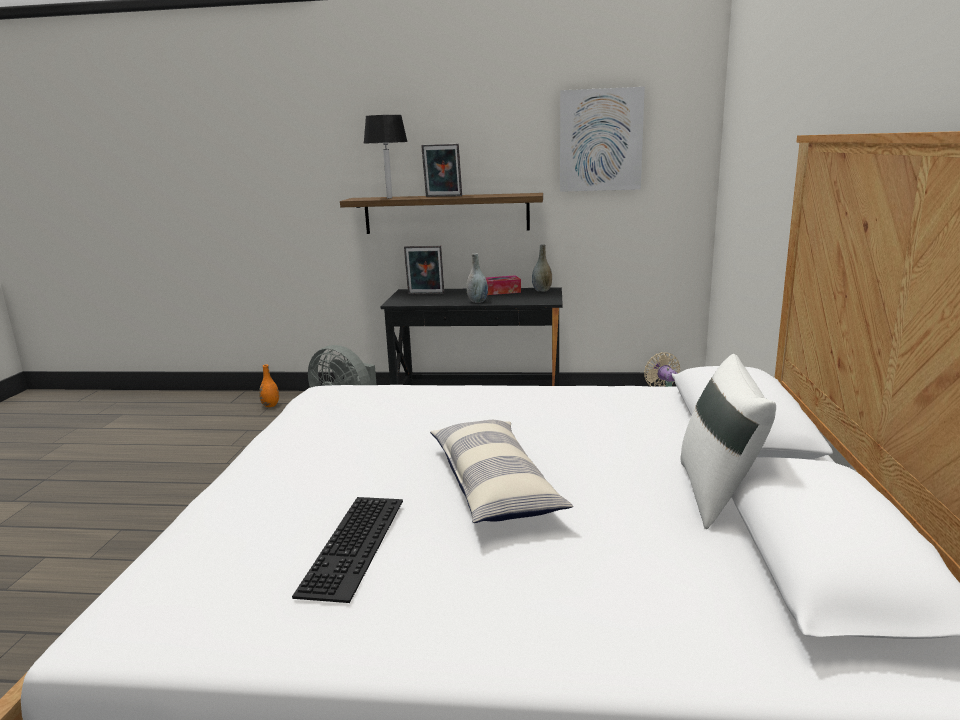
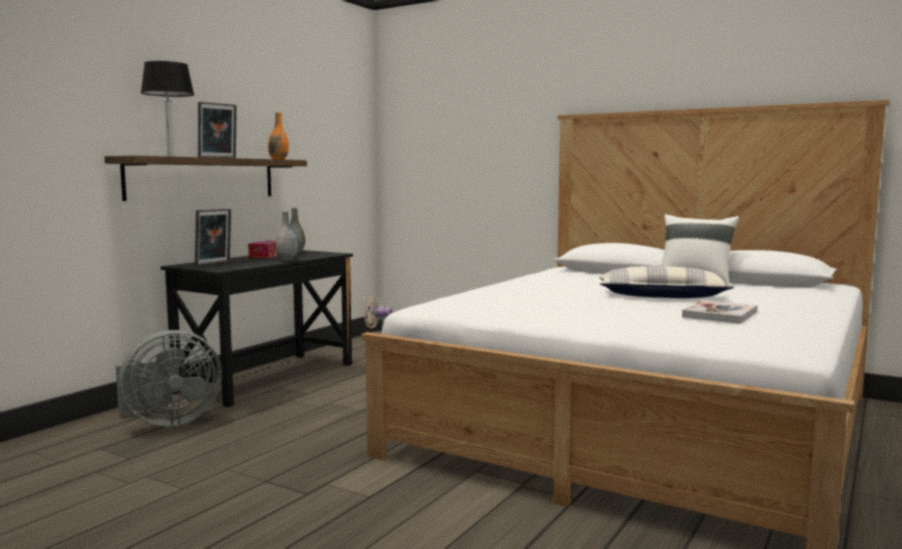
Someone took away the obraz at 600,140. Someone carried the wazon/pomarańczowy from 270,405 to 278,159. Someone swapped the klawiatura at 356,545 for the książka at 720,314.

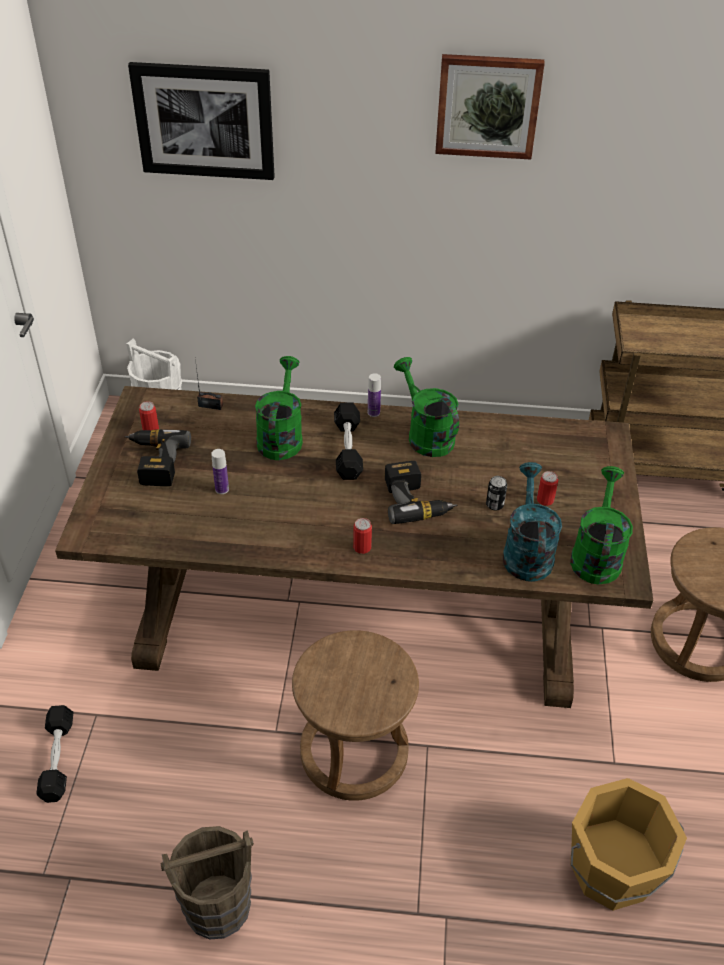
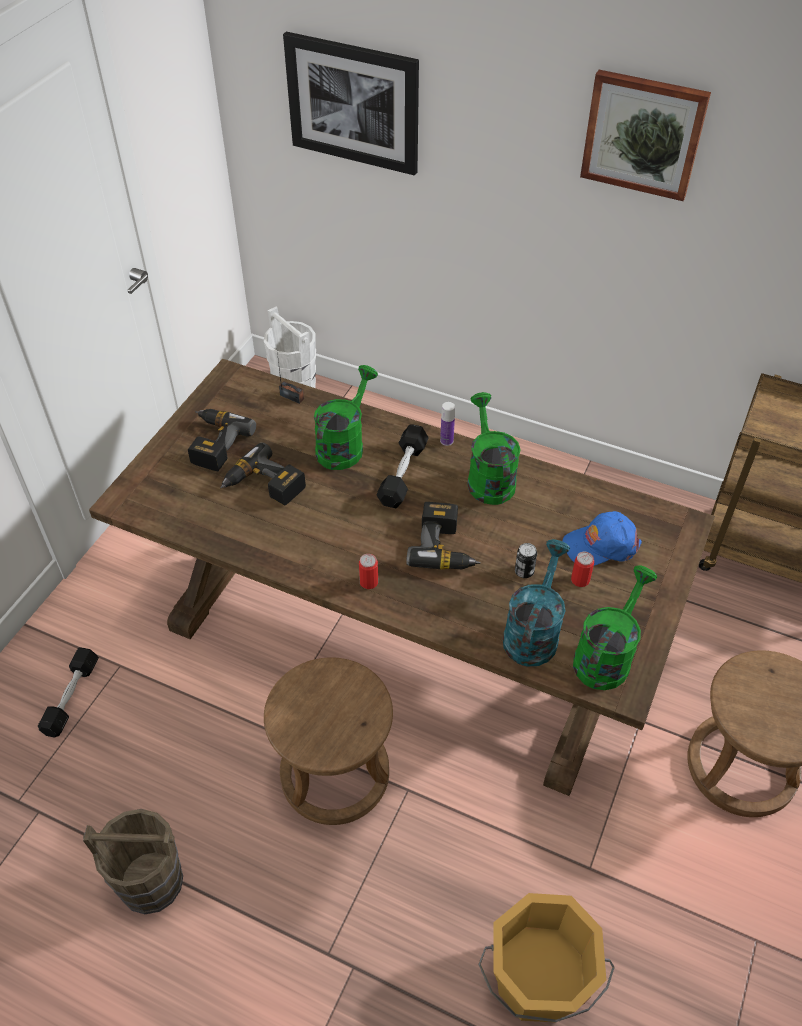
Someone took away the puszka at 150,429. Someone swapped the butelka at 222,489 for the wiertarka at 263,486. Someone put down the czapka z daszkiem/niebieski at 600,545.

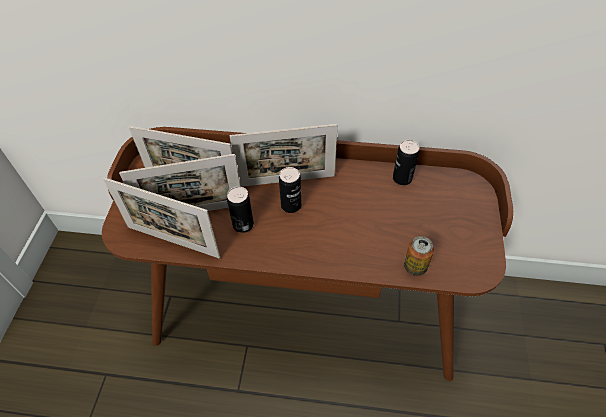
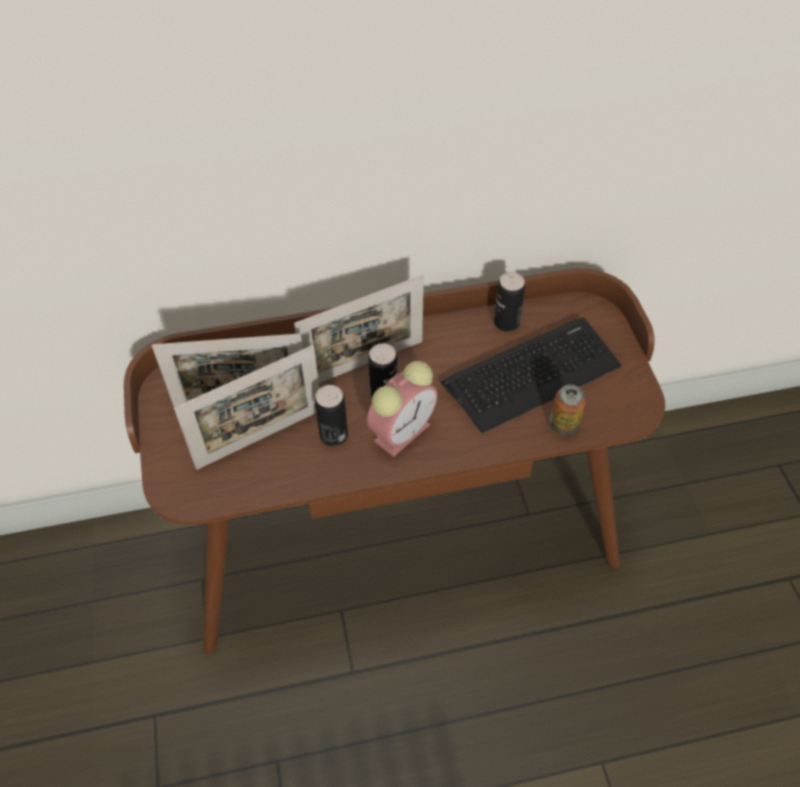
Someone took away the ramka na zdjęcie at 173,242. Someone put down the klawiatura at 532,374. Someone put down the budzik at 403,430.

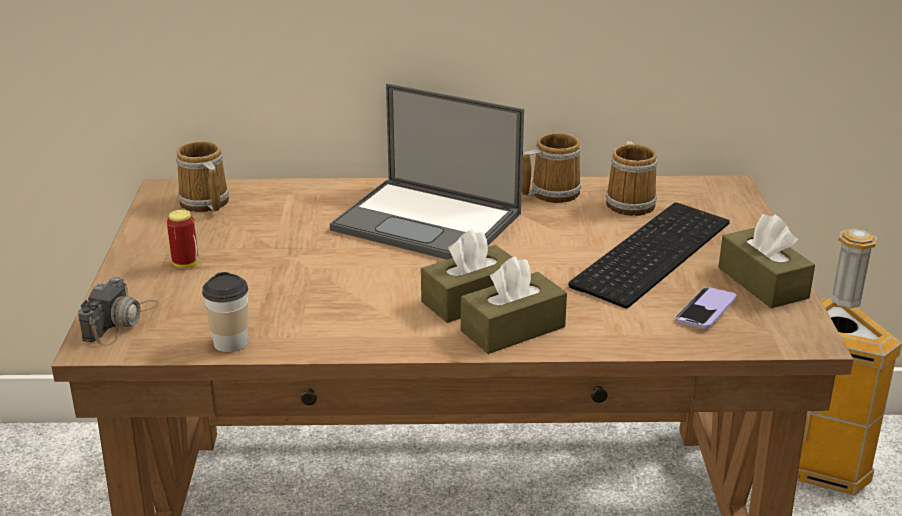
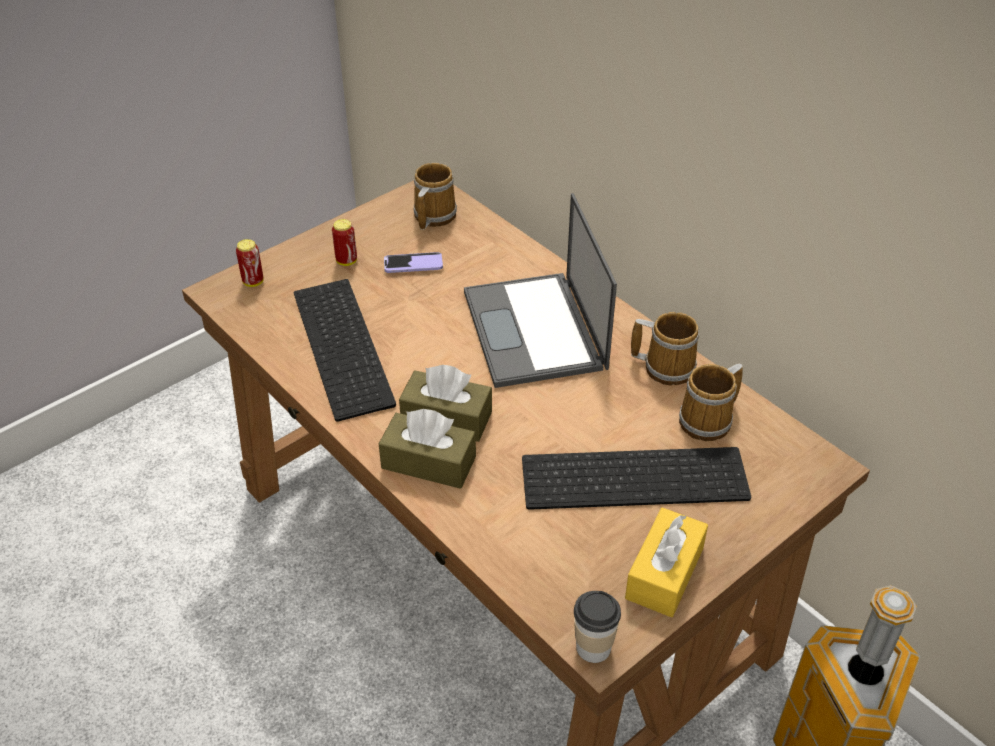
Someone repainted the pudełko chusteczek/brązowy at 762,283, which became the pudełko chusteczek/żółty at 664,573. Someone carried the filiżanka from 230,343 to 593,648. Someone swapped the aparat fotograficzny at 121,321 for the puszka at 253,282. Someone carried the telefon from 706,310 to 413,264. Someone put down the klawiatura at 346,348.

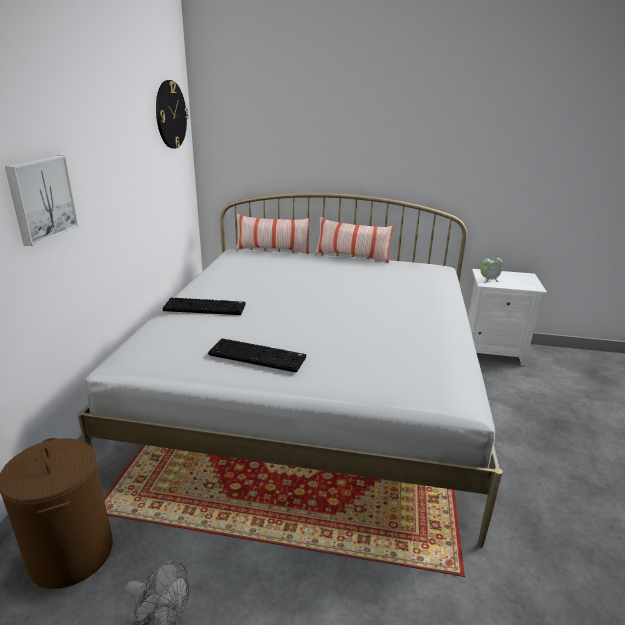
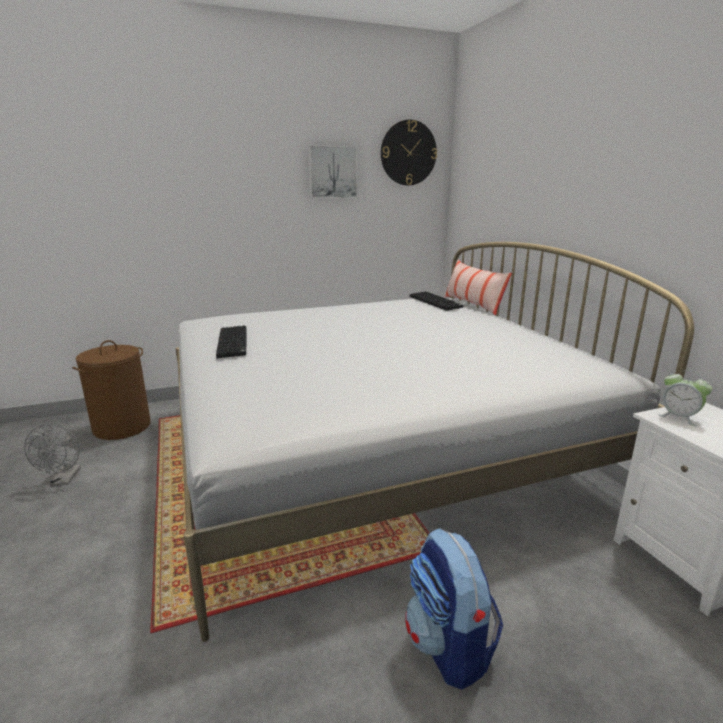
Someone carried the obraz from 41,199 to 332,172. Someone took away the poduszka at 352,256. Someone carried the klawiatura from 206,307 to 436,302. Someone put down the plecak at 449,646.

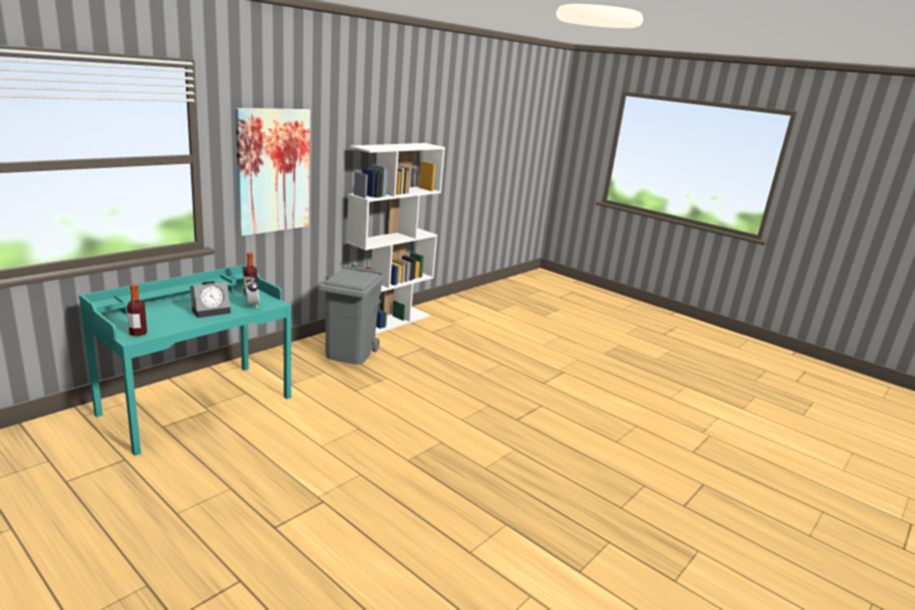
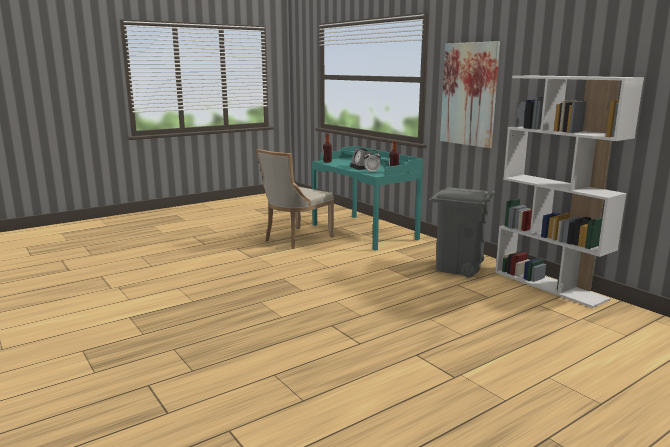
Someone put down the krzesło/beżowy at 295,239.

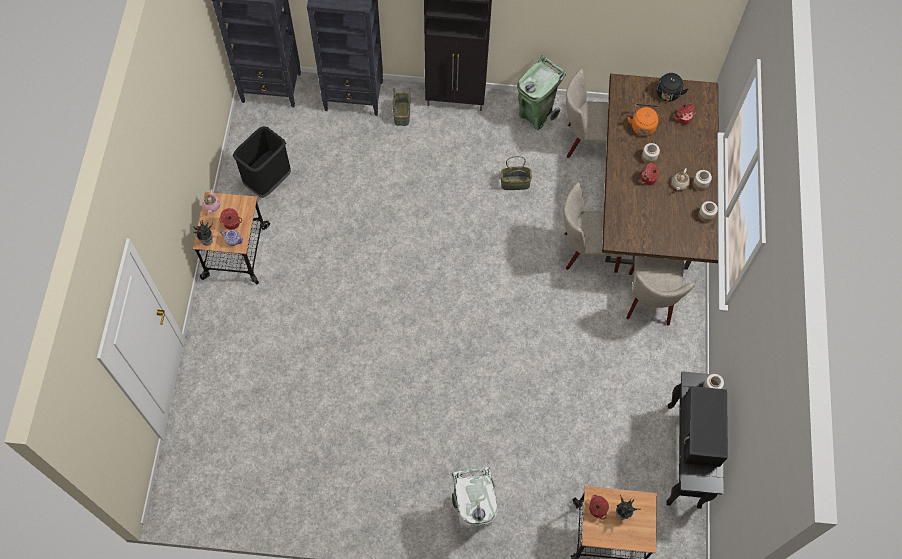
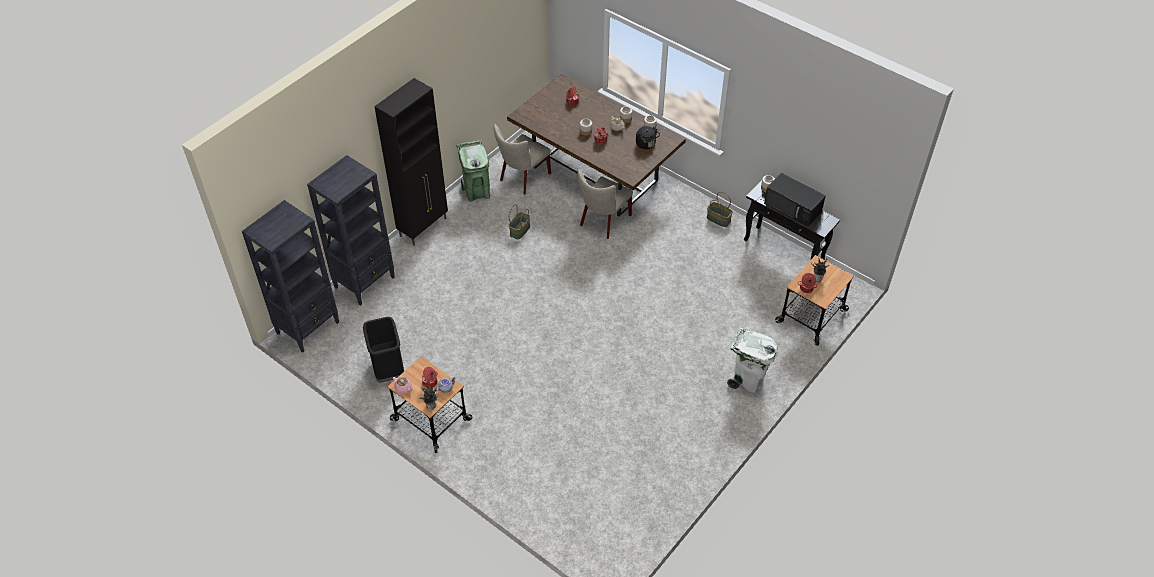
Someone carried the czajnik/czarny from 667,94 to 646,144. Someone carried the koszyk from 402,114 to 719,219. Someone took away the czajnik/pomarańczowy at 642,125. Someone took away the krzesło/beżowy at 649,302.

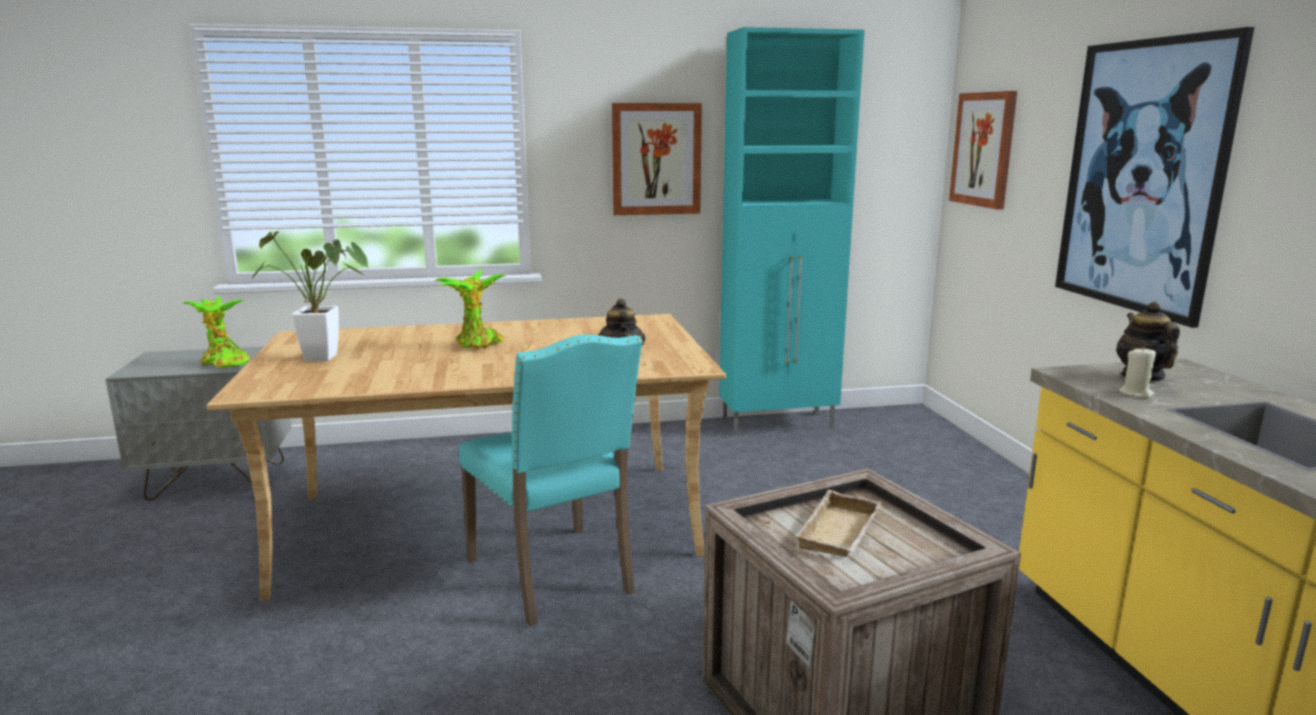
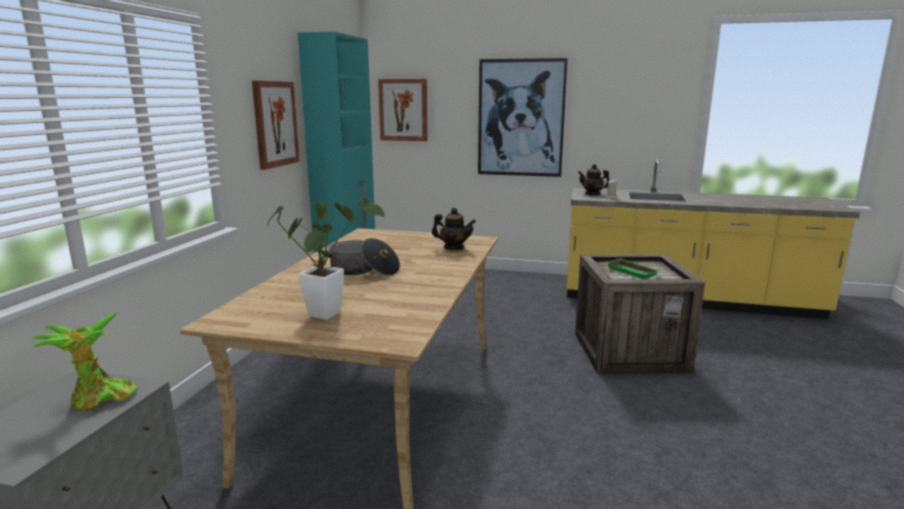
Someone swapped the roślina doniczkowa at 478,345 for the garnek at 363,270. Someone took away the krzesło/turkusowy at 554,576. Someone repainted the taca/beżowy at 841,533, which became the taca/zielony at 633,272.

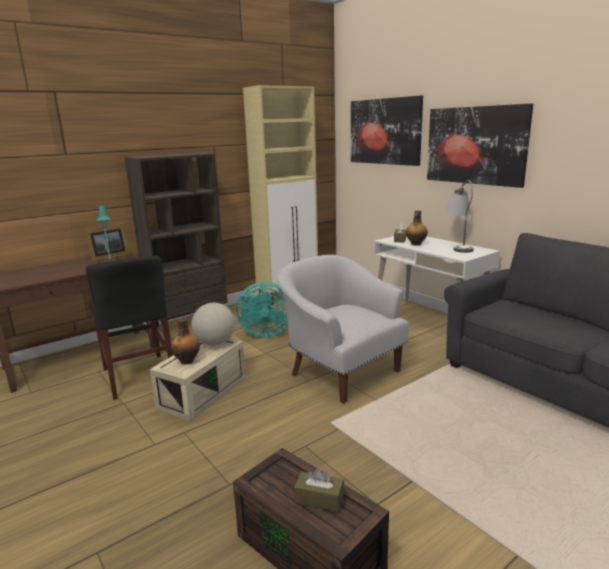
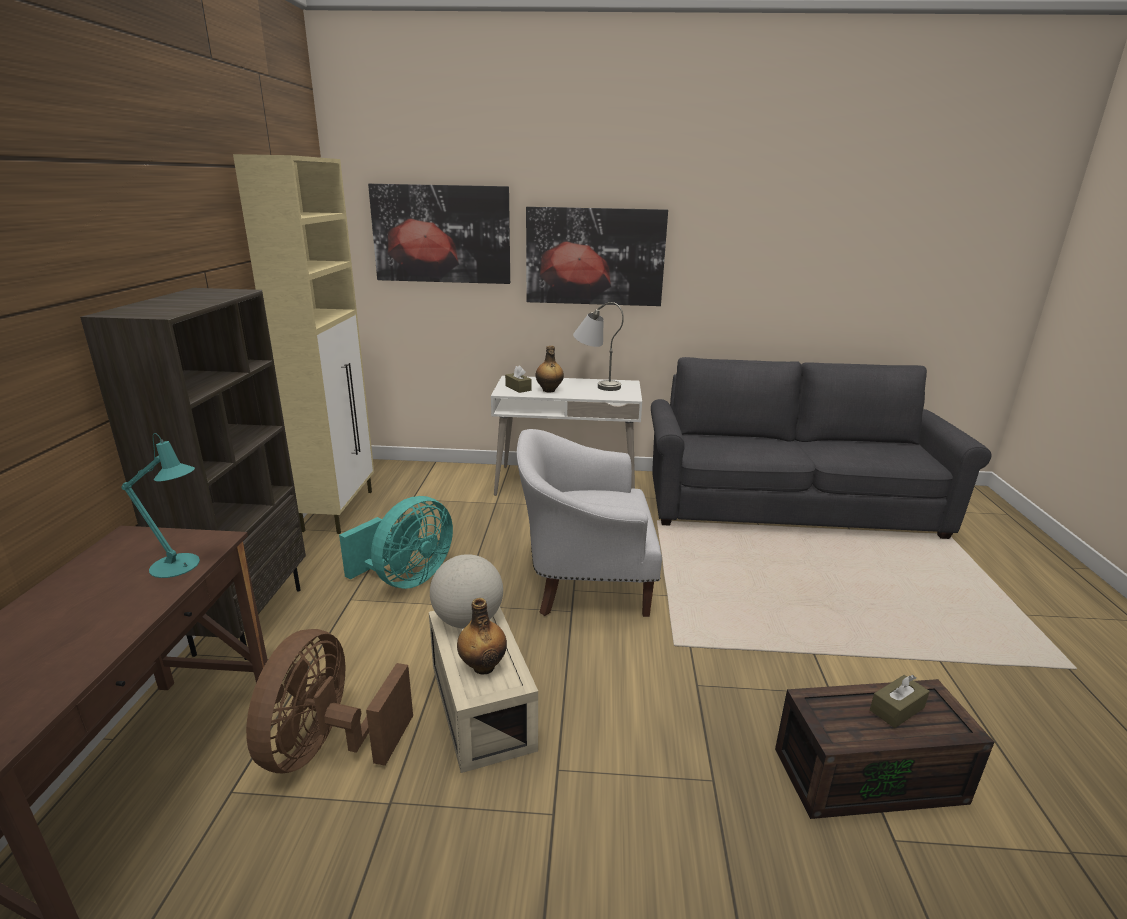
Someone took away the ramka na zdjęcie at 108,258. Someone swapped the krzesło/czarny at 139,375 for the wentylator/brązowy at 328,748.

